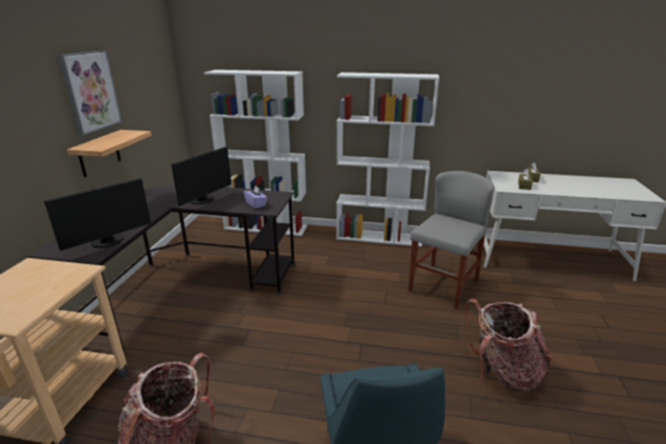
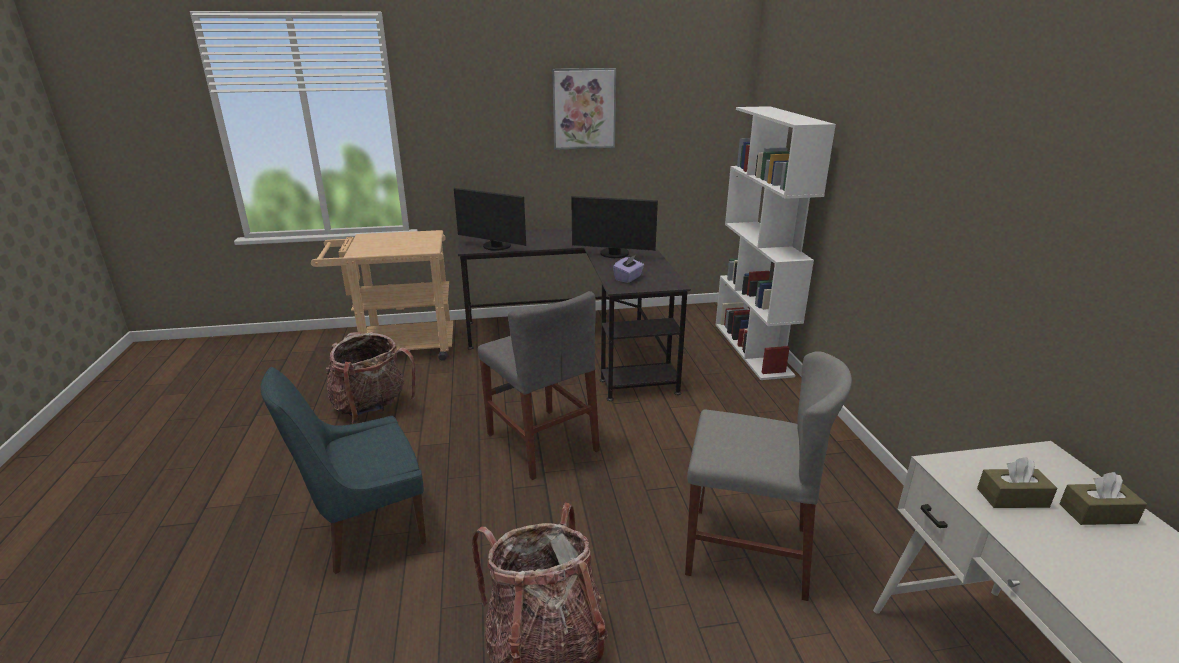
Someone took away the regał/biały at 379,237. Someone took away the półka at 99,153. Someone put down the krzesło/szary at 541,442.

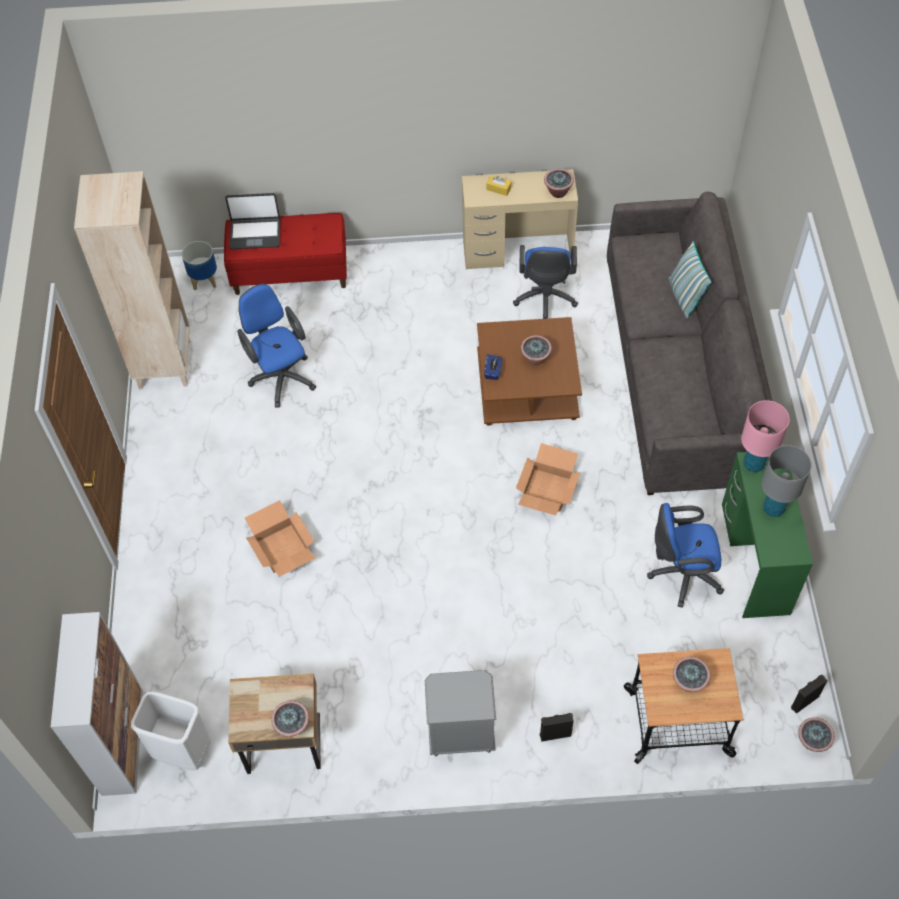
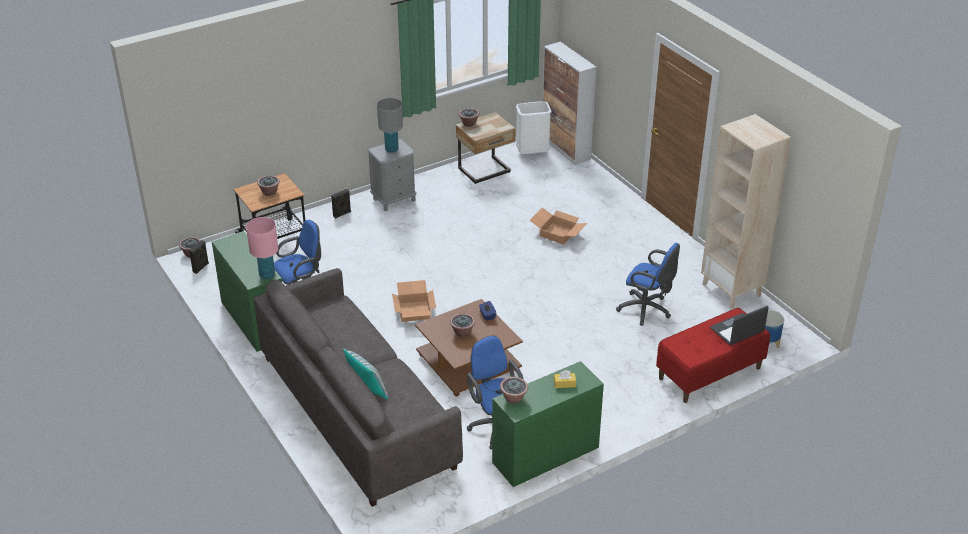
Someone repainted the biurko/beżowy at 517,251, which became the biurko/zielony at 545,455. Someone carried the lampa stołowa/szary from 773,508 to 391,150.

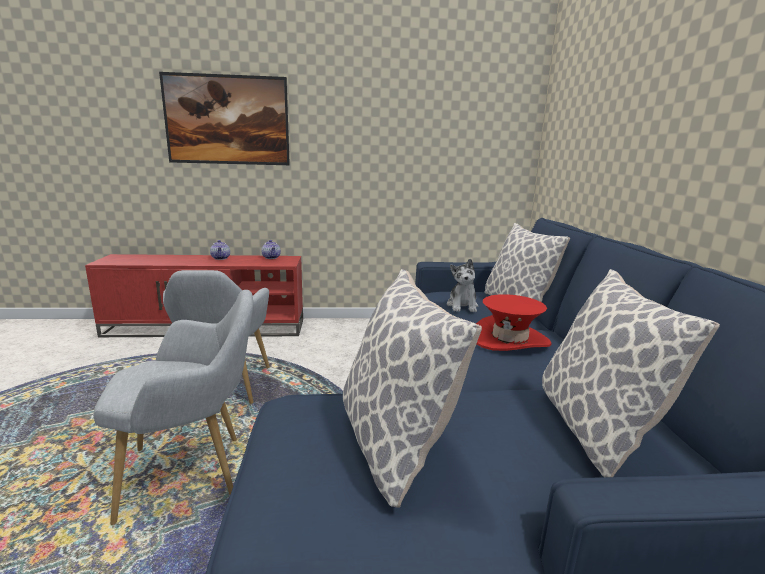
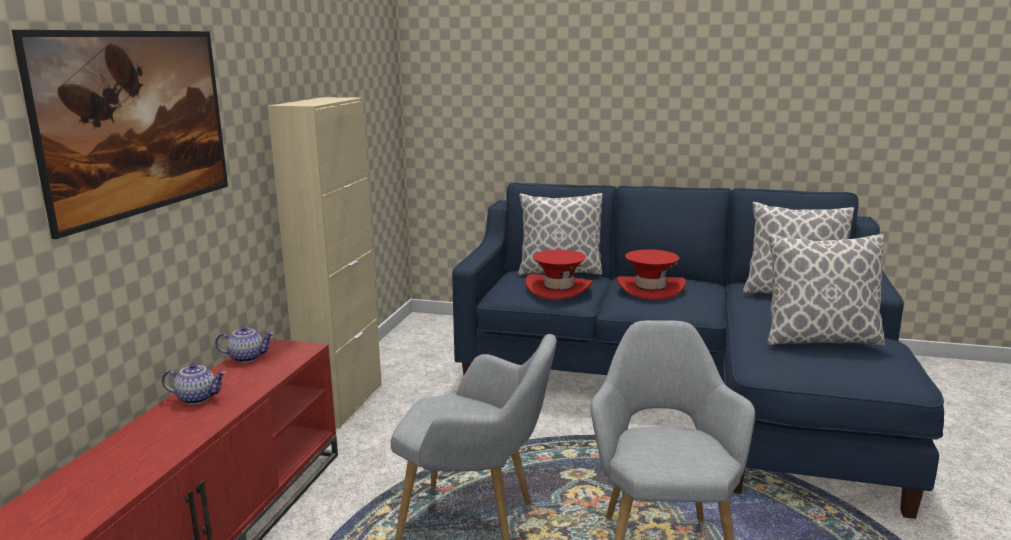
Someone swapped the pluszak at 462,306 for the kapelusz/czerwony at 559,288. Someone put down the szafka/beżowy at 342,403.

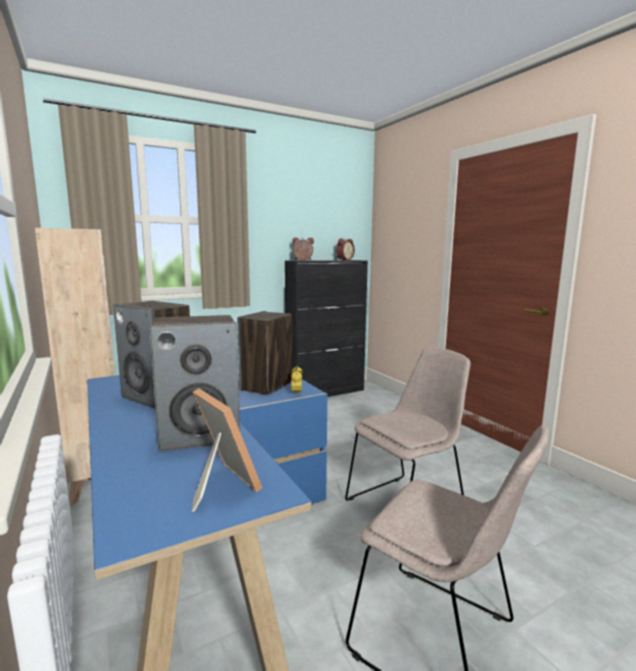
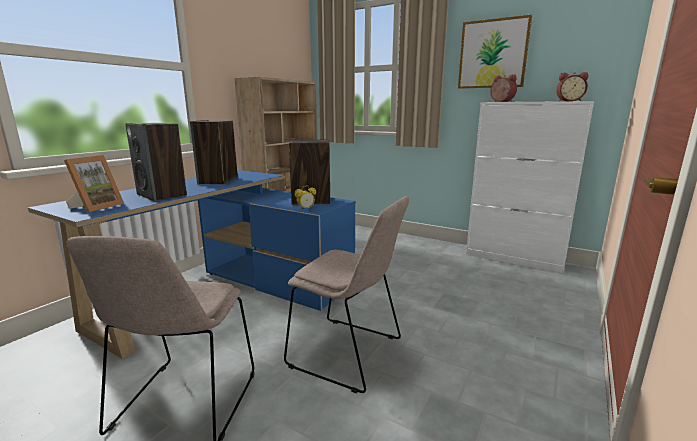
Someone repainted the szafka/czarny at 326,392, which became the szafka/biały at 514,259. Someone put up the obraz at 493,54.

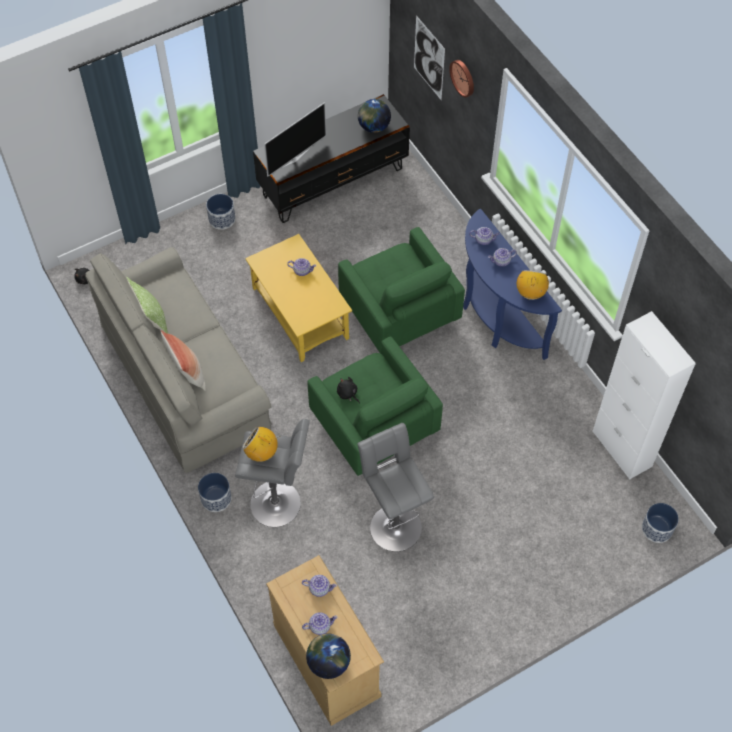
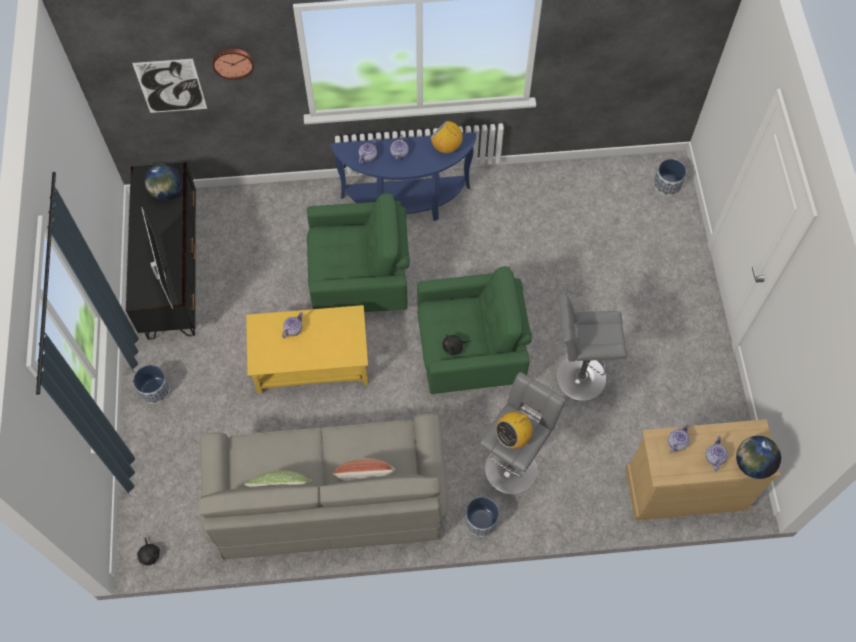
Someone took away the szafka/biały at 622,449.

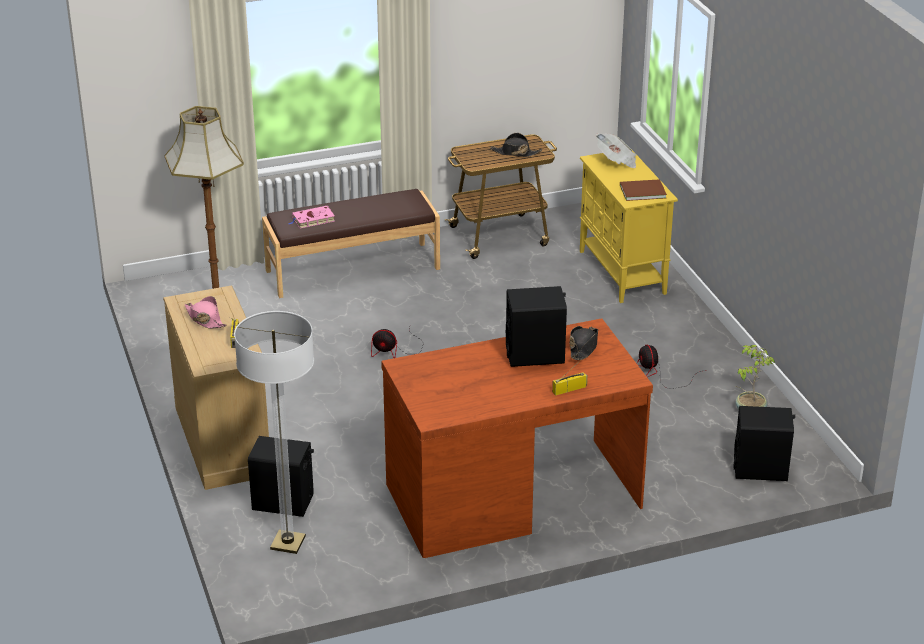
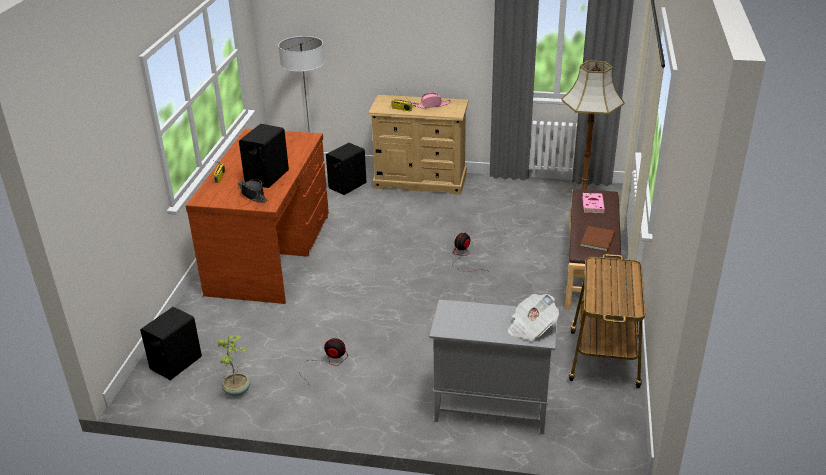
Someone took away the kapelusz/czarny at 515,153. Someone repainted the szafka/żółty at 623,273, which became the szafka/szary at 490,409. Someone carried the książka/brązowy from 641,191 to 598,239.

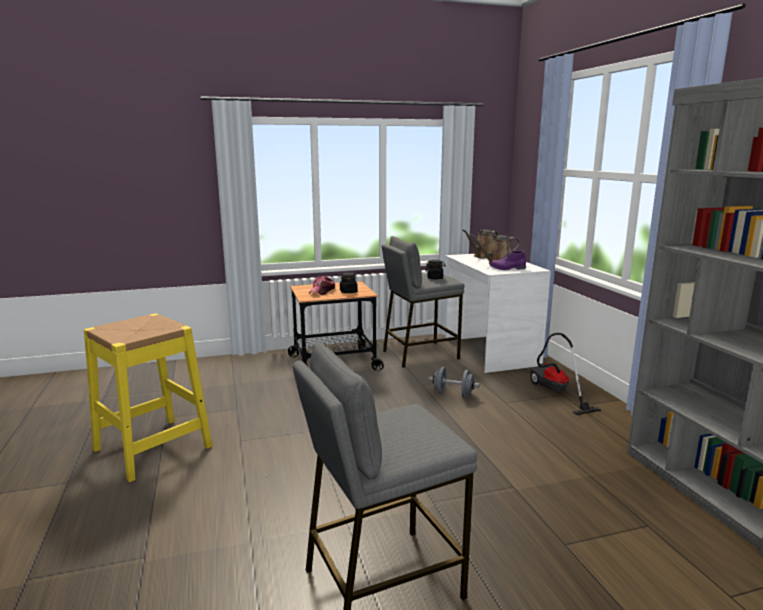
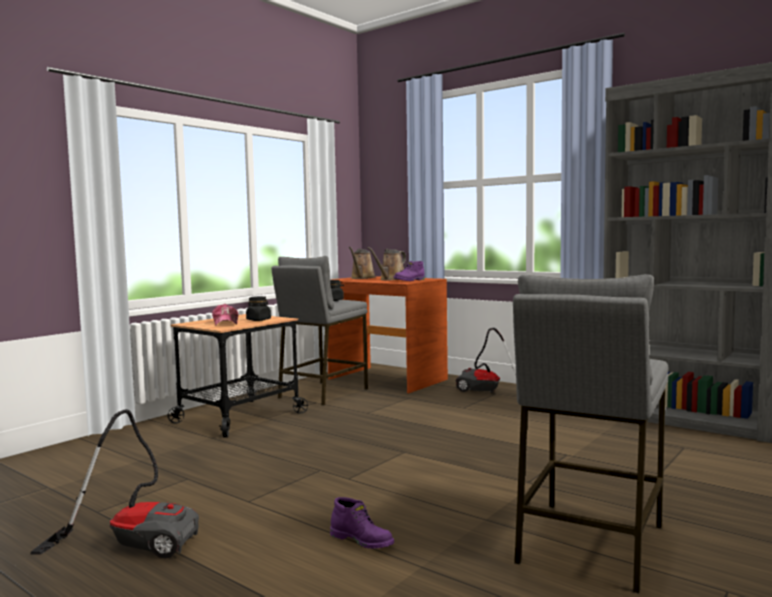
Someone repainted the biurko/biały at 489,352, which became the biurko/brązowy at 386,379. Someone swapped the stołek/żółty at 153,448 for the odkurzacz at 135,542. Someone took away the hantel/szary at 453,394. Someone put down the but z cholewką/fioletowy at 362,540.

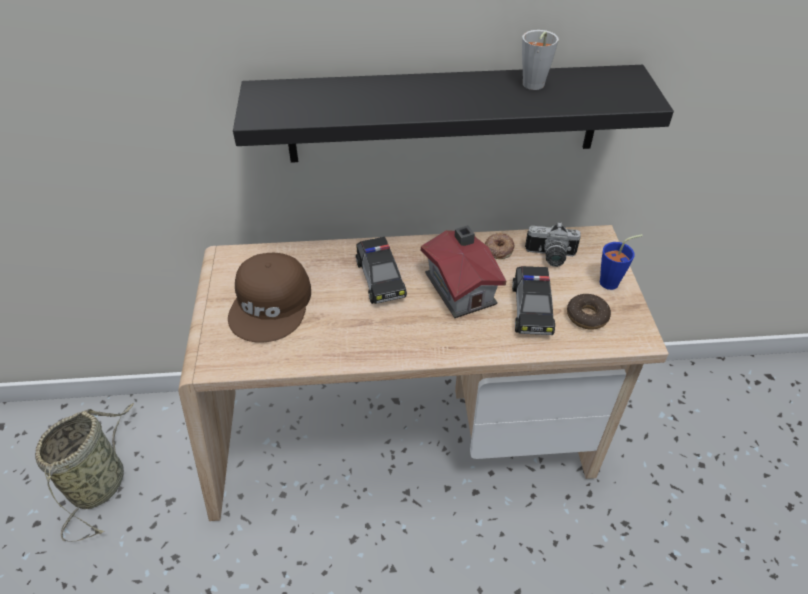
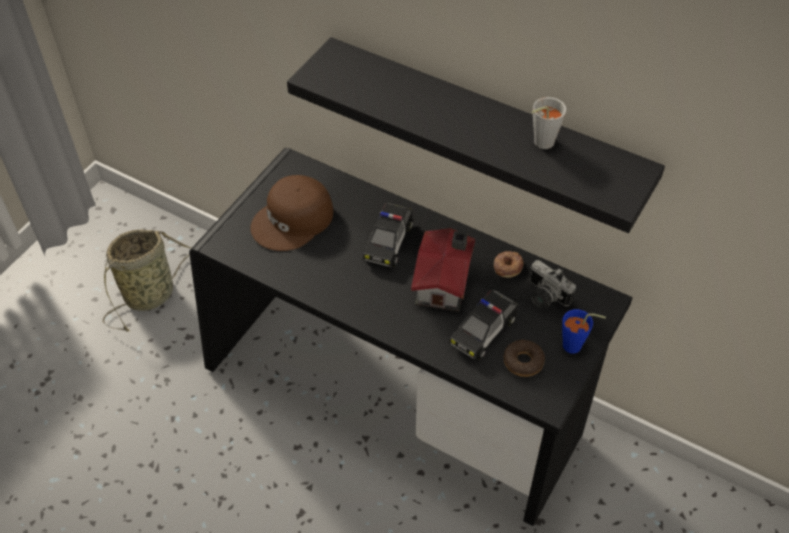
Someone repainted the biurko/beżowy at 404,442, which became the biurko/czarny at 395,397.

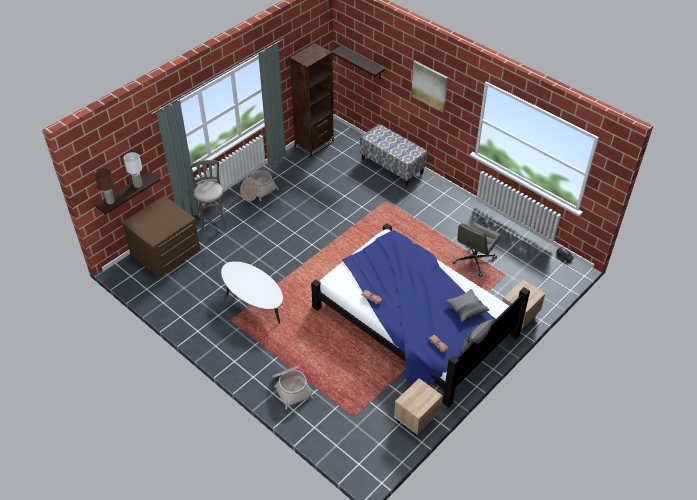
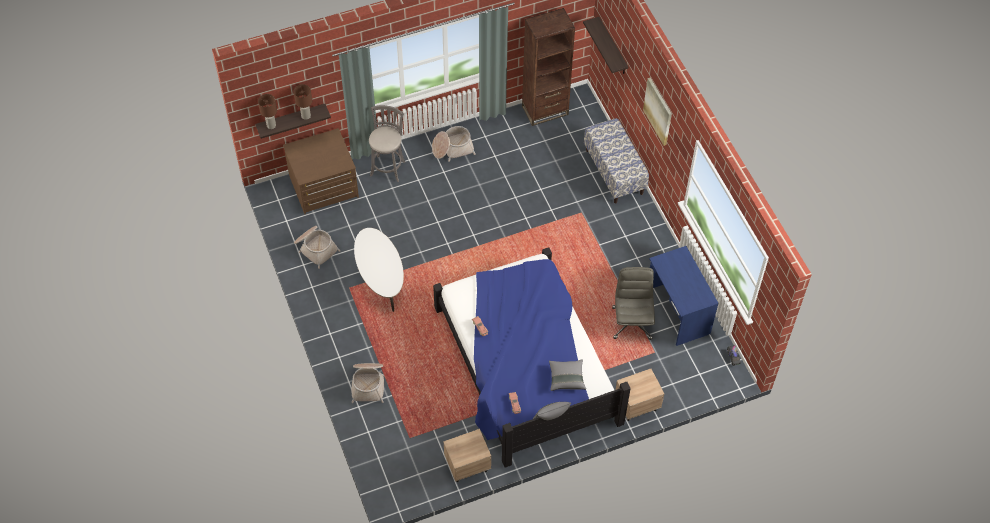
Someone repainted the lampa stołowa/biały at 138,185, which became the lampa stołowa/brązowy at 306,116. Someone rotated the krzesło biurowe/szary at 474,260 by 120 degrees clockwise. Someone put down the koszyk at 315,248. Someone put down the biurko/niebieski at 677,311.

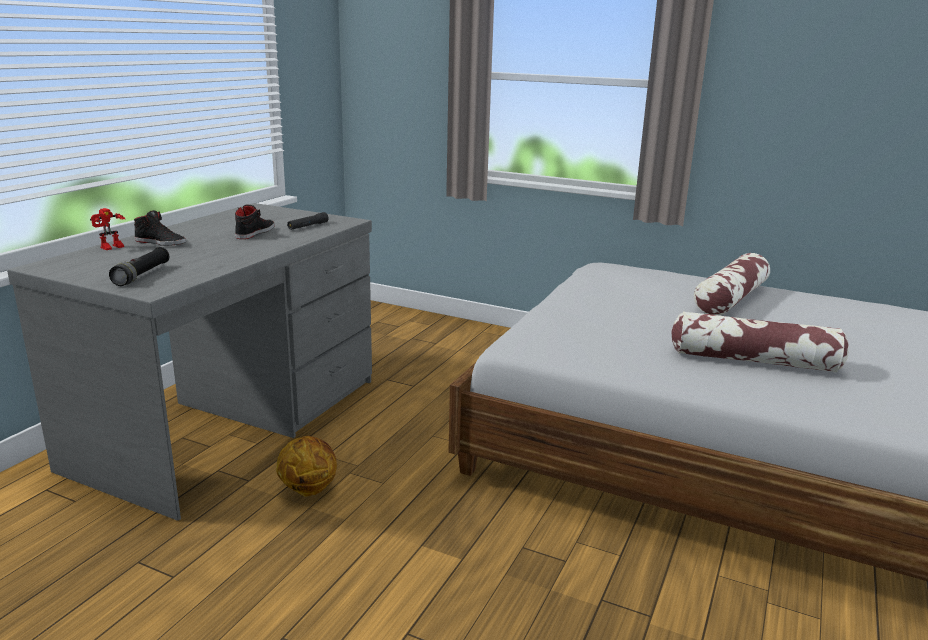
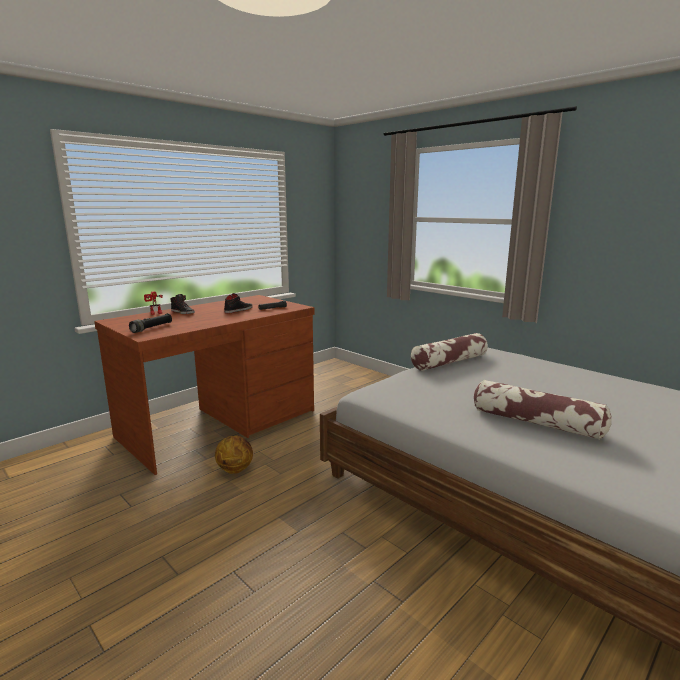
Someone repainted the biurko/szary at 233,422, which became the biurko/brązowy at 221,423. Someone carried the poduszka from 731,299 to 449,362.

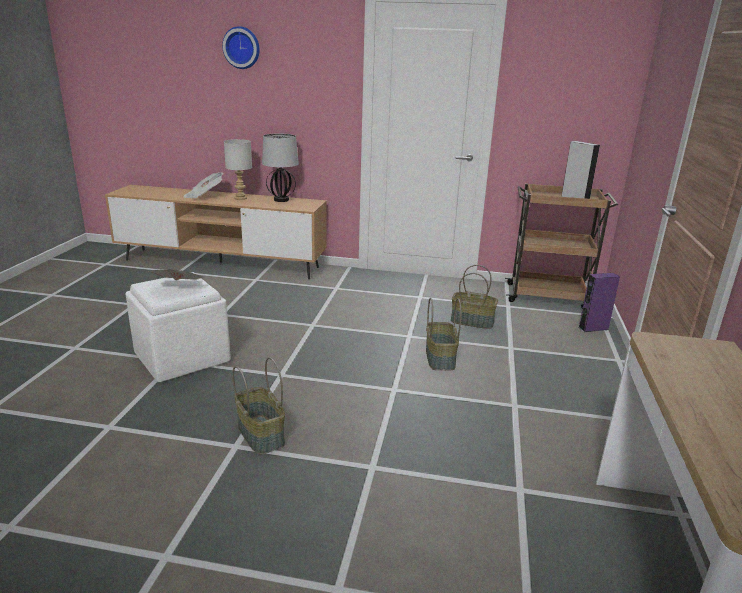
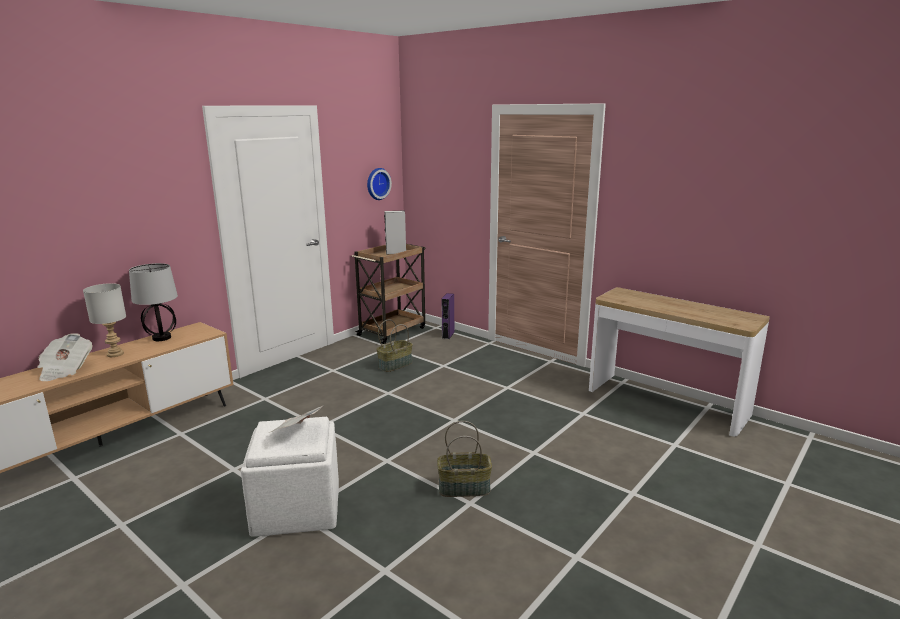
Someone carried the zegar ścienny from 242,48 to 377,183. Someone took away the koszyk at 441,358.

